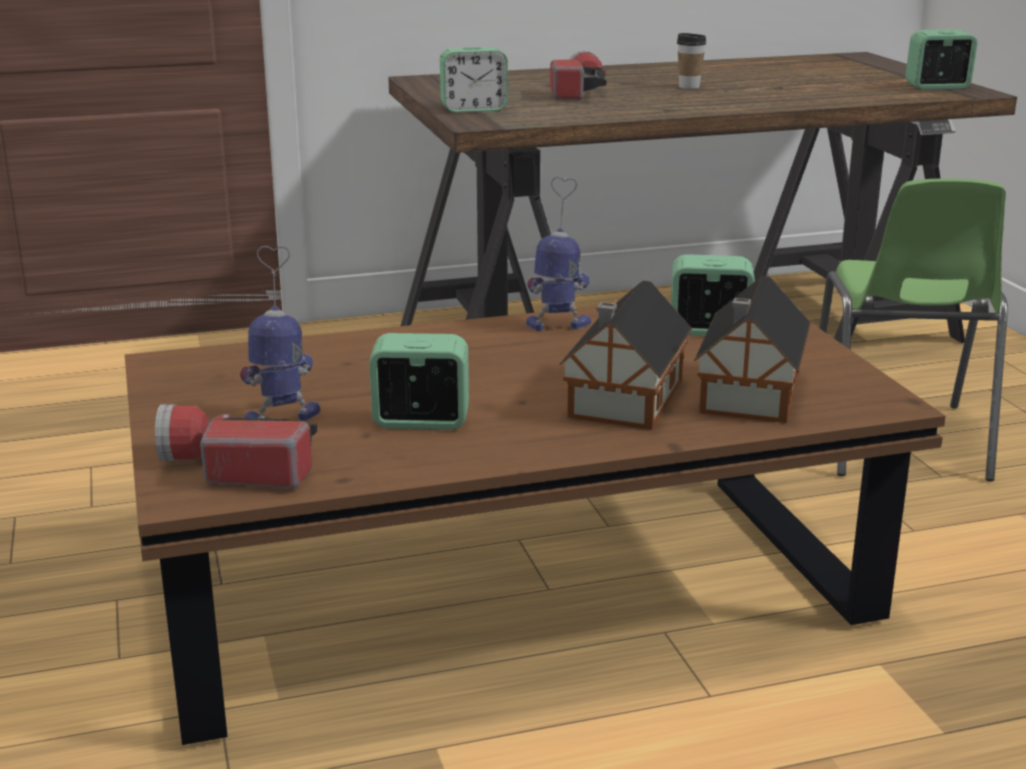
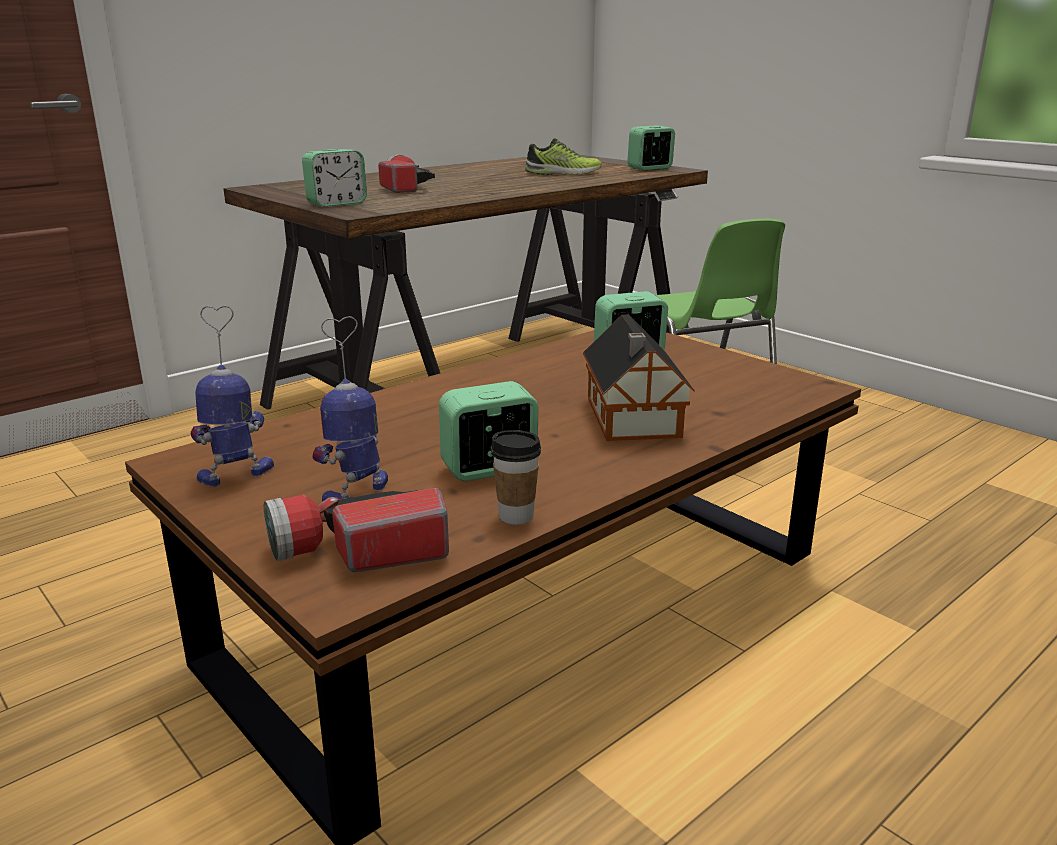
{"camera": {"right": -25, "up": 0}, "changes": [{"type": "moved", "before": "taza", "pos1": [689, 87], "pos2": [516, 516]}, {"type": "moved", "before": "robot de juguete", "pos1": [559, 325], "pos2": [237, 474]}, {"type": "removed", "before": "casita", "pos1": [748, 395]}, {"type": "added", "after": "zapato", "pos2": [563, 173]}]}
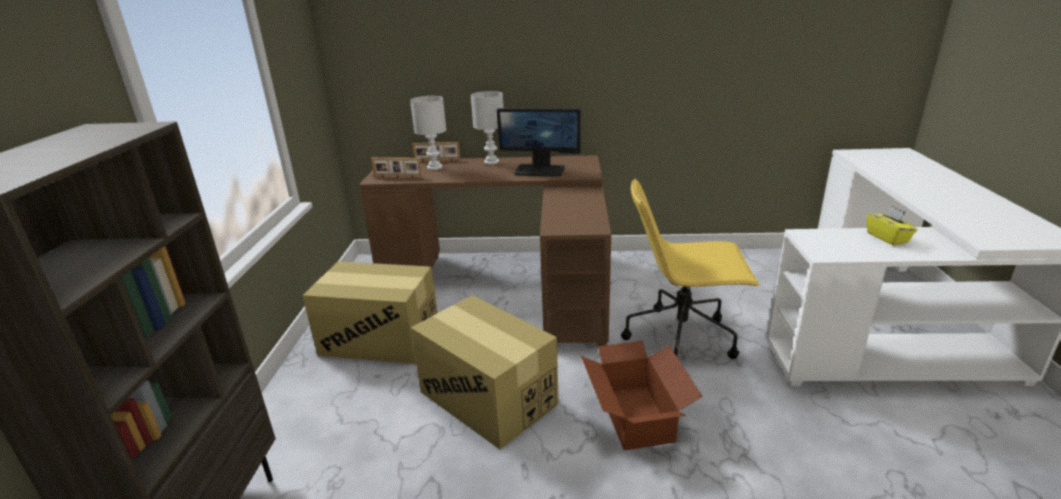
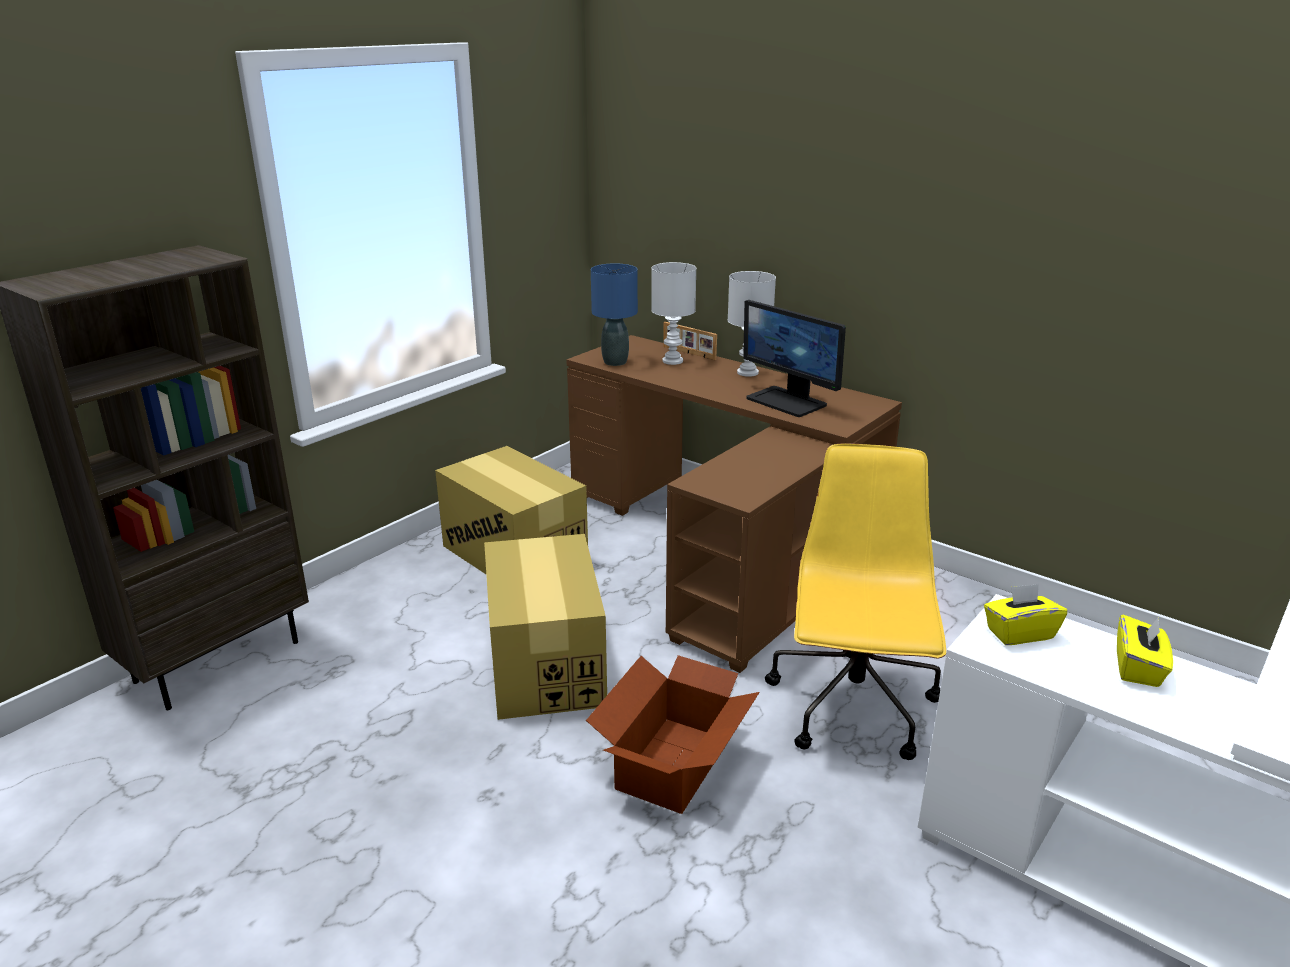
{"camera": {"right": 35, "up": 0}, "changes": [{"type": "replaced", "before": "portarretratos", "after": "lámpara de mesa/azul", "pos1": [397, 177], "pos2": [615, 362]}, {"type": "turned", "before": "silla de oficina/amarillo", "pos1": [682, 338], "pos2": [853, 709], "turn": 60}, {"type": "added", "after": "caja de pañuelos/amarillo", "pos2": [1019, 633]}]}
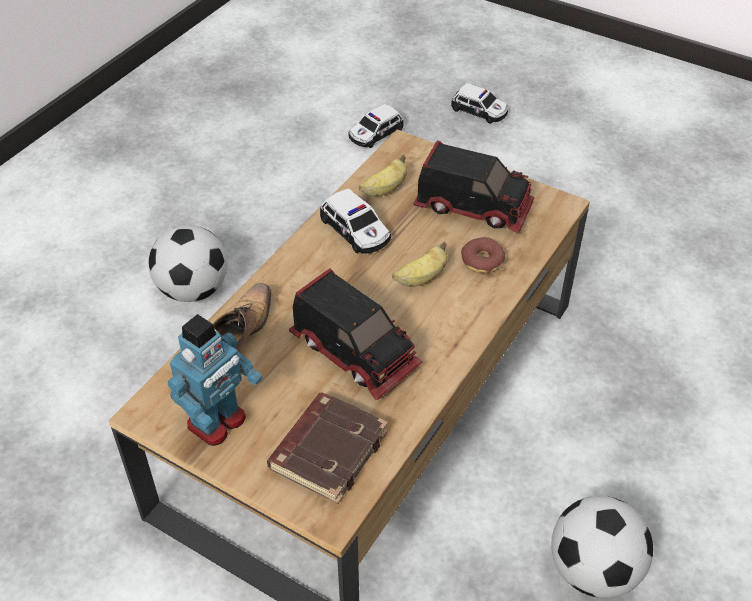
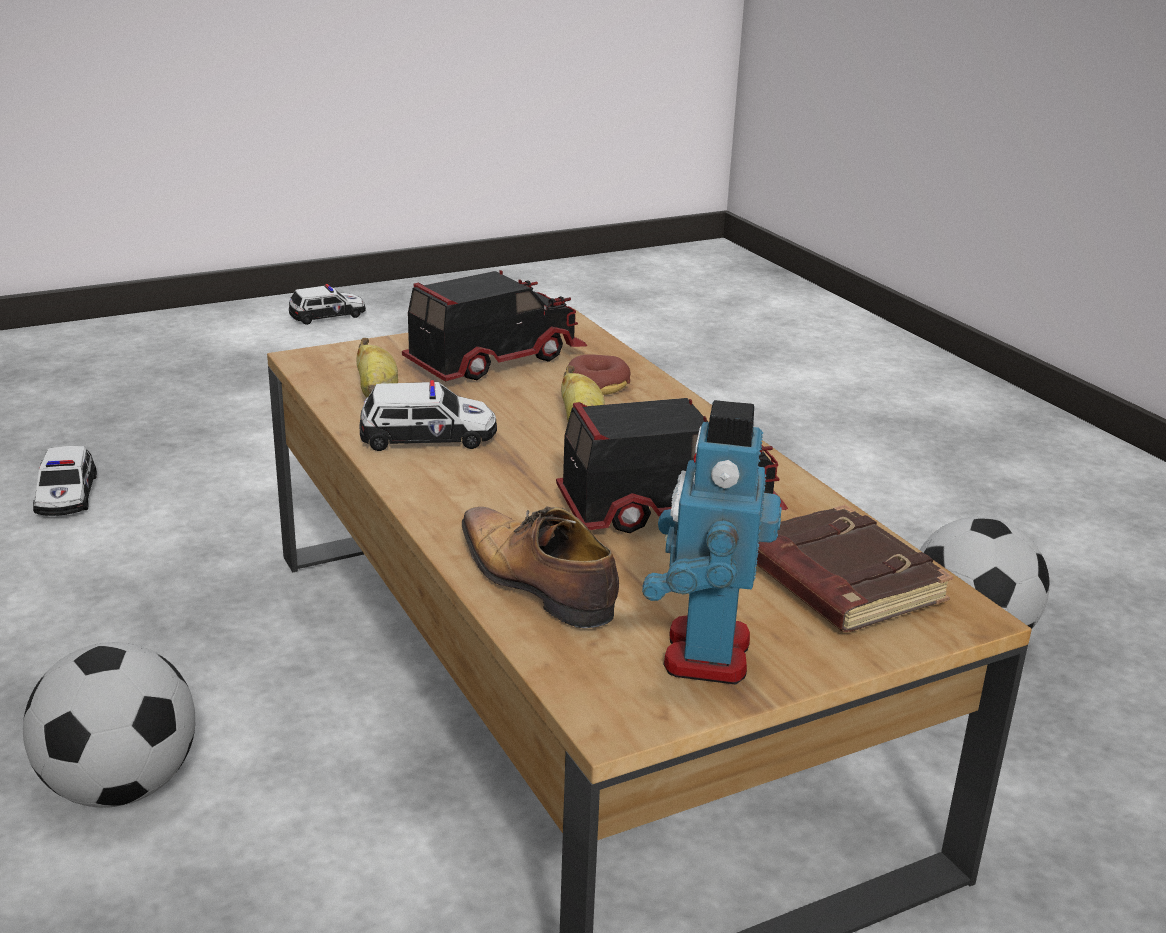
{"camera": {"right": -60, "up": -20}, "changes": [{"type": "moved", "before": "coche de juguete", "pos1": [479, 110], "pos2": [328, 315]}, {"type": "turned", "before": "robot de juguete", "pos1": [218, 422], "pos2": [704, 654], "turn": -150}]}
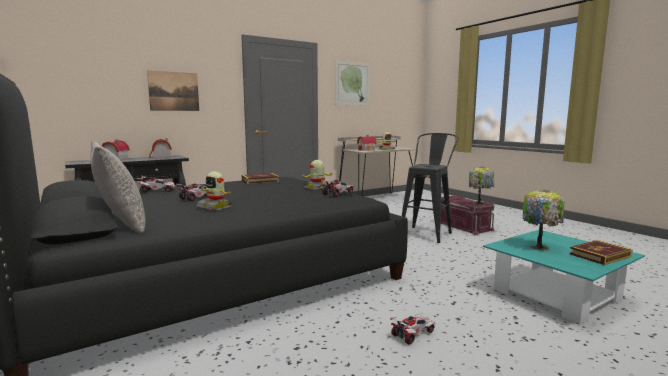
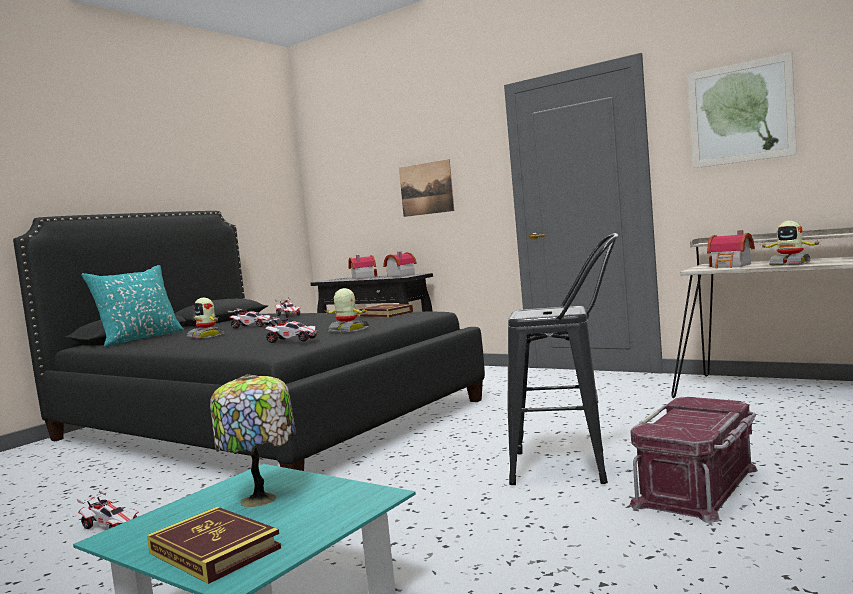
{"camera": {"right": 70, "up": -5}, "changes": [{"type": "recoloured", "before": "cojín/gris", "after": "cojín/turquesa", "pos1": [121, 224], "pos2": [139, 339]}, {"type": "removed", "before": "lámpara de mesa", "pos1": [479, 204]}, {"type": "turned", "before": "robot de juguete", "pos1": [215, 207], "pos2": [206, 336], "turn": -60}]}
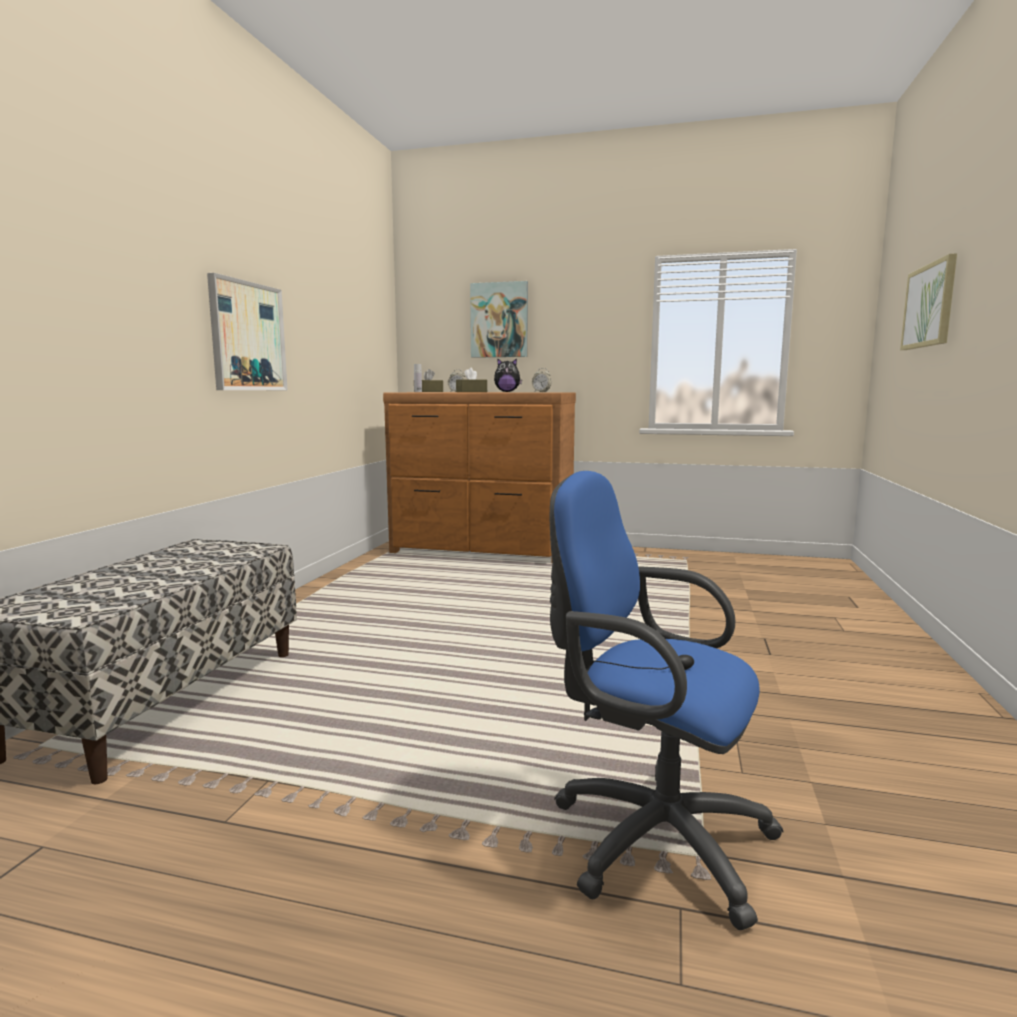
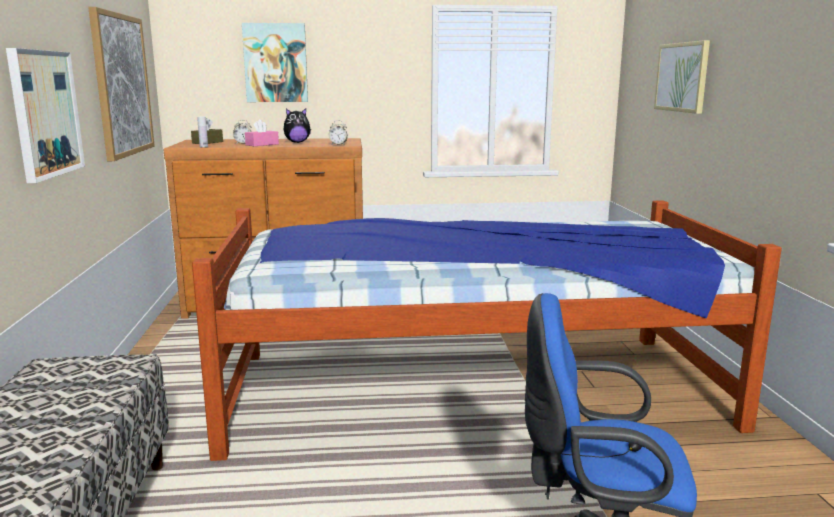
{"camera": {"right": -20, "up": 5}, "changes": [{"type": "recoloured", "before": "caja de pañuelos/marrón", "after": "caja de pañuelos/rosa", "pos1": [471, 392], "pos2": [262, 144]}, {"type": "added", "after": "cuadro", "pos2": [122, 85]}, {"type": "added", "after": "cama", "pos2": [470, 388]}]}
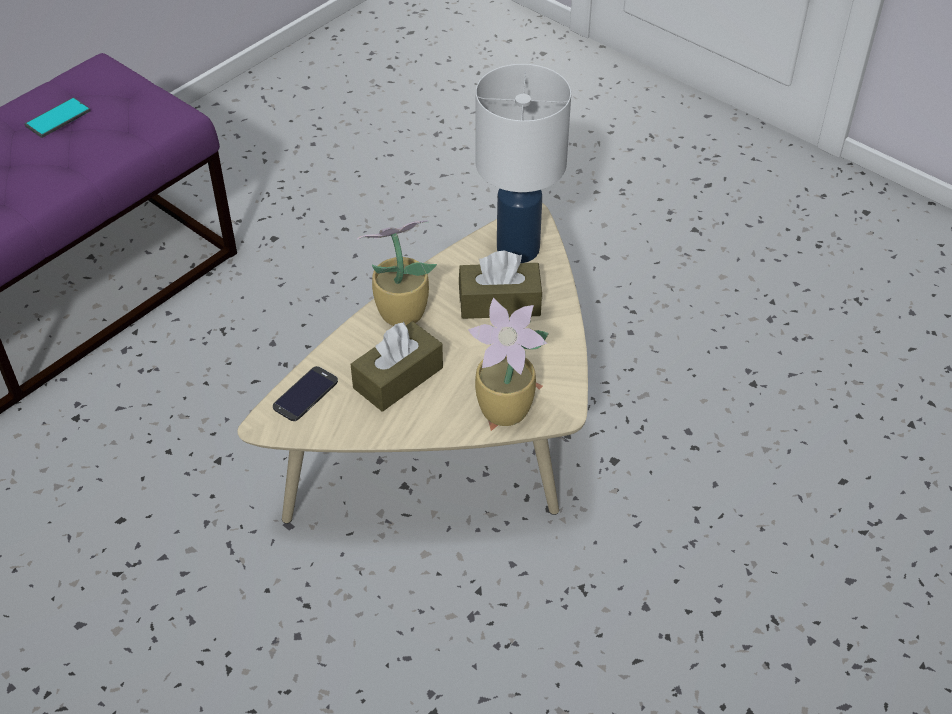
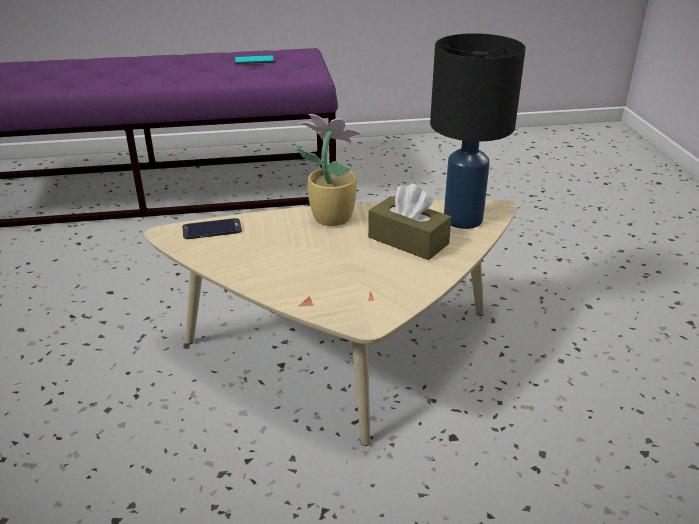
{"camera": {"right": 40, "up": -15}, "changes": [{"type": "recoloured", "before": "lámpara de mesa/blanco", "after": "lámpara de mesa/negro", "pos1": [517, 248], "pos2": [462, 218]}, {"type": "removed", "before": "planta en maceta", "pos1": [507, 411]}, {"type": "removed", "before": "caja de pañuelos/marrón", "pos1": [398, 378]}]}
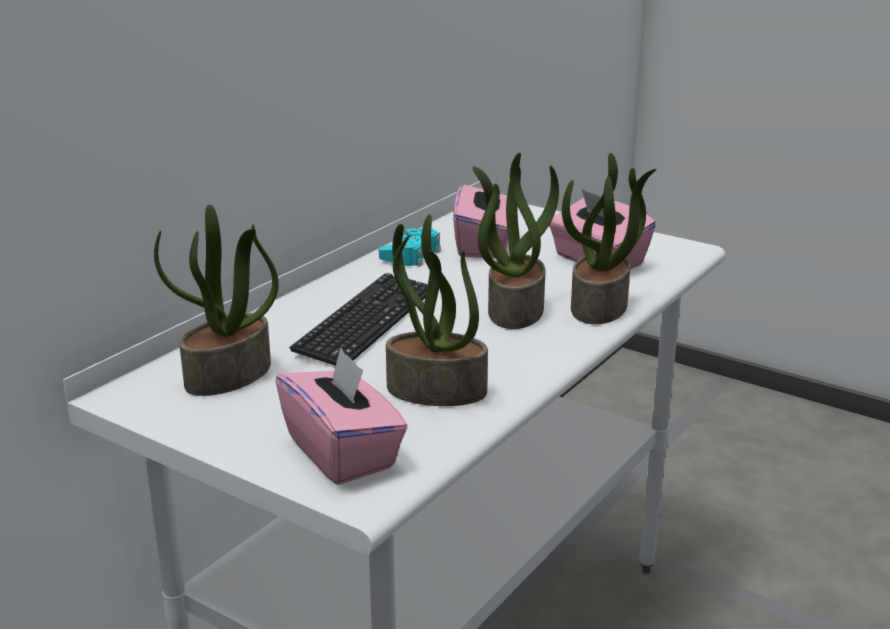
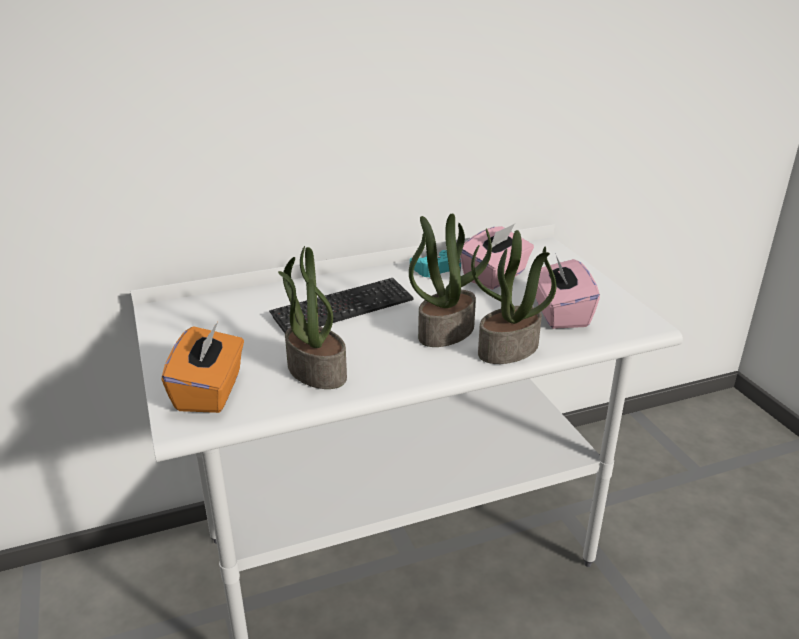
{"camera": {"right": 35, "up": 5}, "changes": [{"type": "removed", "before": "planta en maceta", "pos1": [228, 376]}, {"type": "recoloured", "before": "caja de pañuelos/rosa", "after": "caja de pañuelos/naranja", "pos1": [343, 453], "pos2": [210, 391]}]}
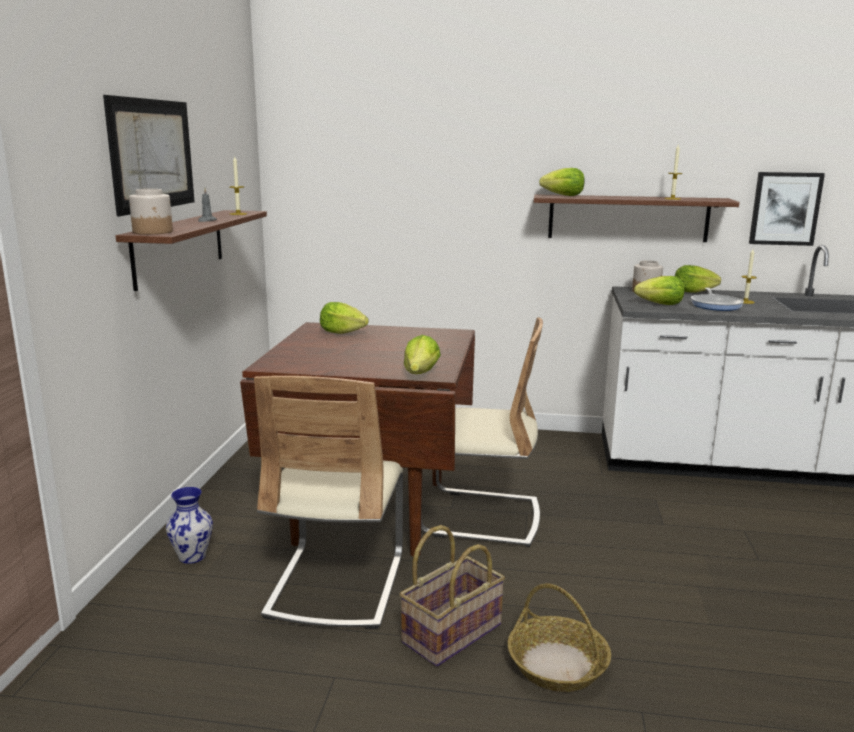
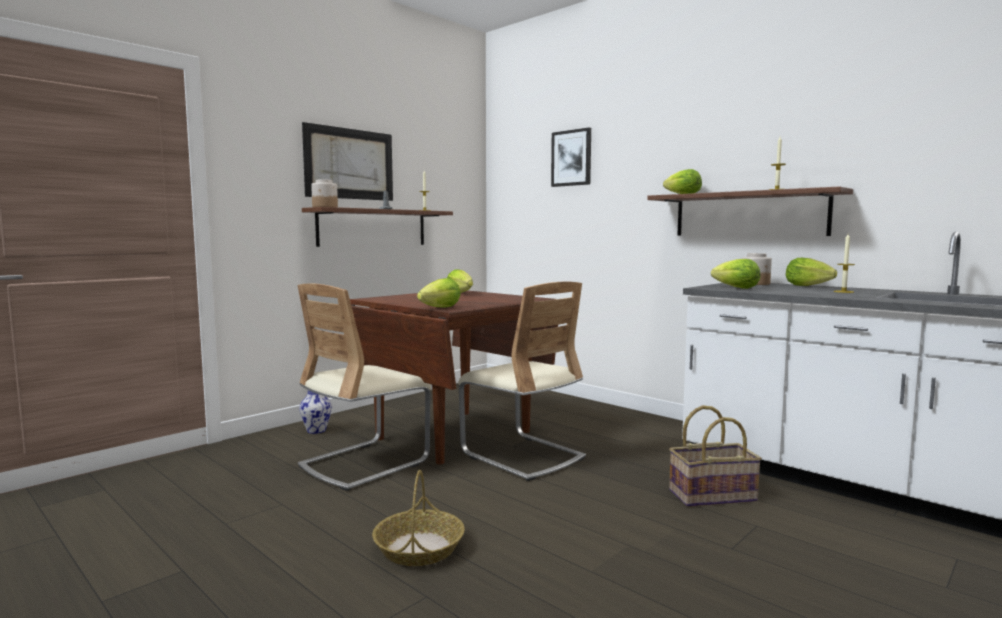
{"camera": {"right": 35, "up": -10}, "changes": [{"type": "moved", "before": "cuadro", "pos1": [785, 208], "pos2": [571, 158]}, {"type": "removed", "before": "sartén", "pos1": [716, 305]}, {"type": "moved", "before": "cesta", "pos1": [451, 632], "pos2": [712, 495]}]}
